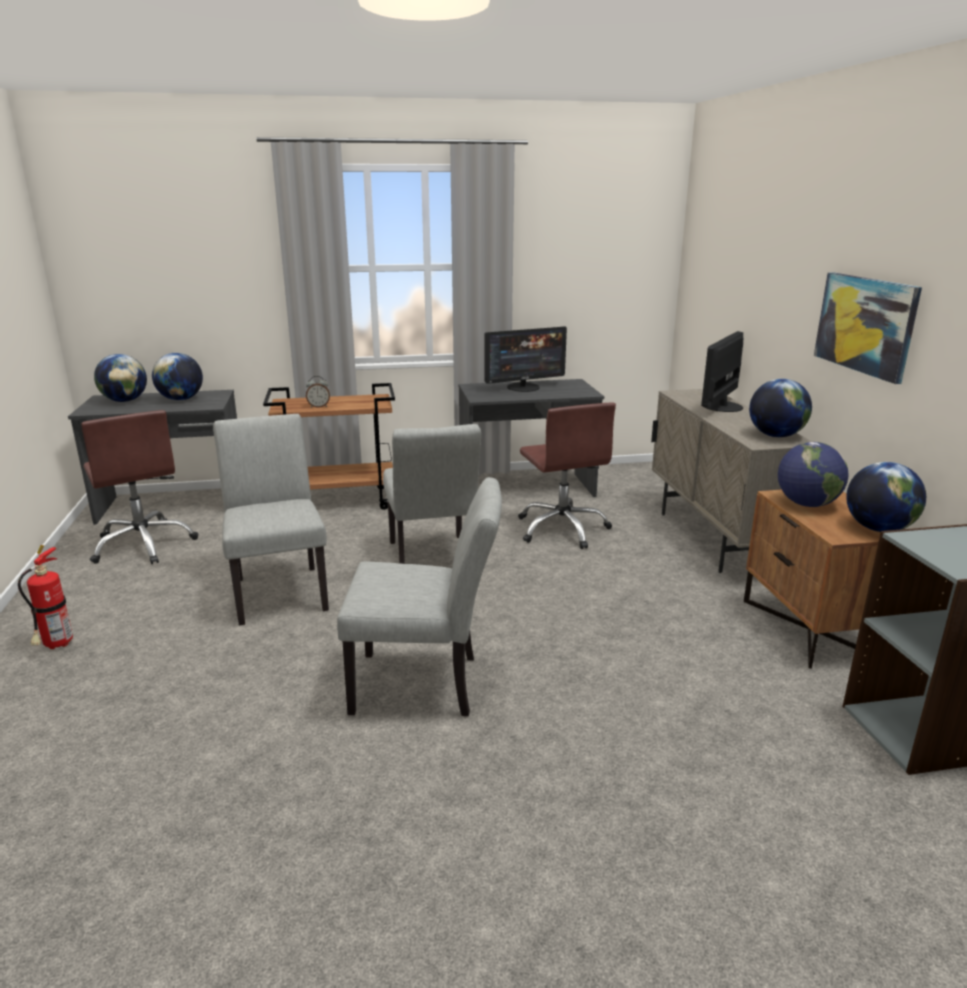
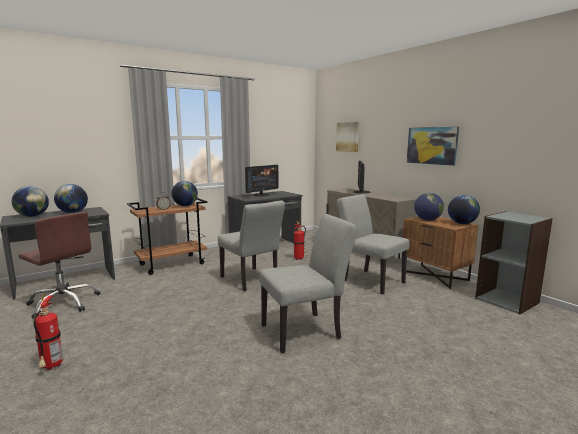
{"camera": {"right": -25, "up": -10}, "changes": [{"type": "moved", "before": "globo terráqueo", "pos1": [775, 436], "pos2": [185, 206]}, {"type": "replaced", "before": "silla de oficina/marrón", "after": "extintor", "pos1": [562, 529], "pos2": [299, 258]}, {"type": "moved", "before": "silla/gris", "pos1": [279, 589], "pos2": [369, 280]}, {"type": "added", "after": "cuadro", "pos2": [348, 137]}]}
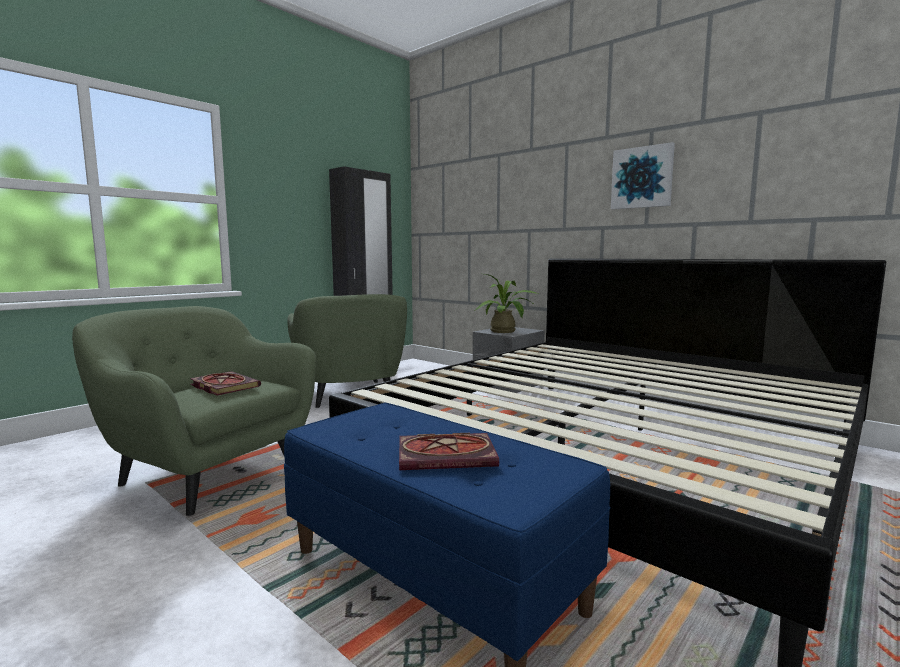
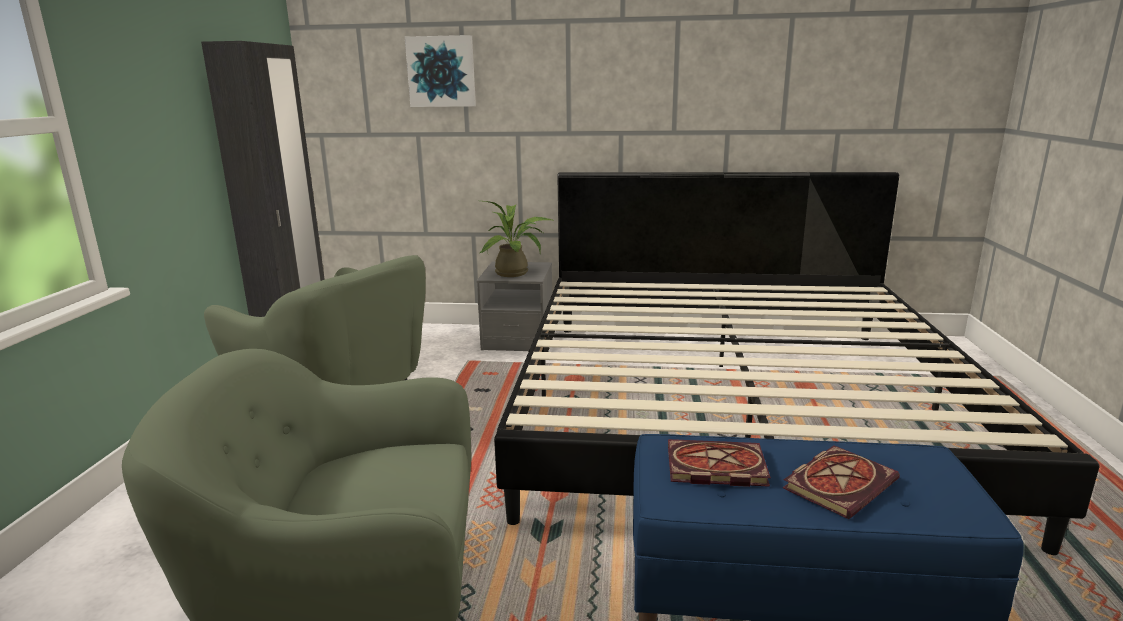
{"camera": {"right": -35, "up": 10}, "changes": [{"type": "moved", "before": "cuadro", "pos1": [642, 177], "pos2": [441, 71]}, {"type": "moved", "before": "libro", "pos1": [223, 386], "pos2": [713, 467]}]}
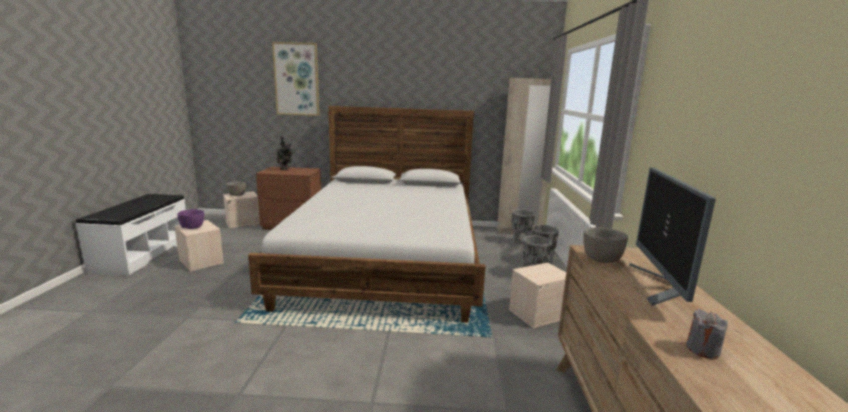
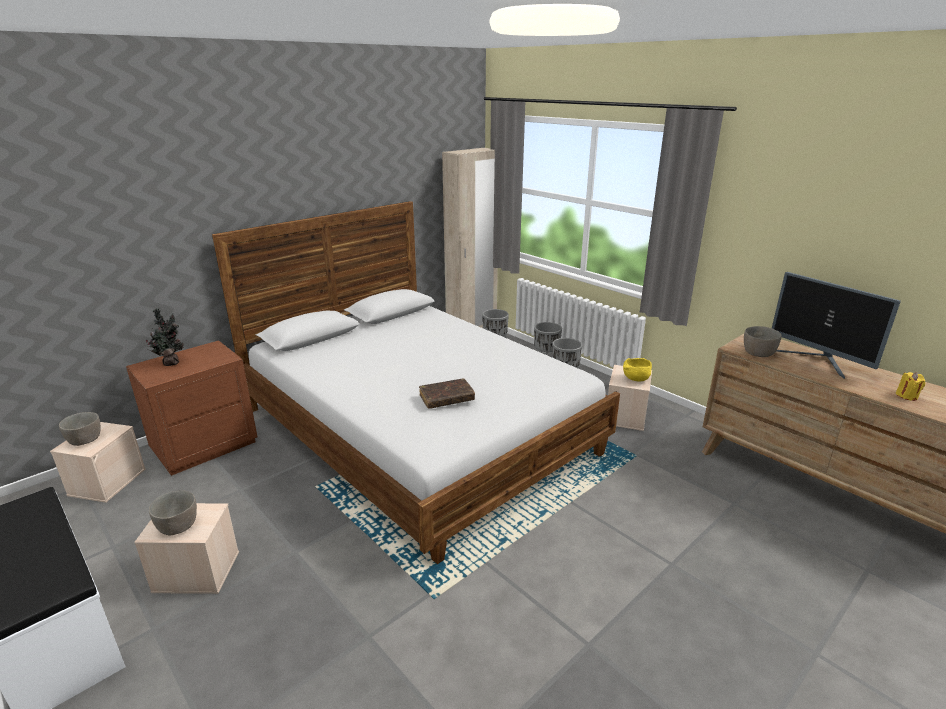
{"camera": {"right": -45, "up": 10}, "changes": [{"type": "removed", "before": "cuadro", "pos1": [296, 79]}, {"type": "recoloured", "before": "cuenco/morado", "after": "cuenco/gris", "pos1": [192, 227], "pos2": [179, 526]}, {"type": "recoloured", "before": "vela/gris", "after": "vela/amarillo", "pos1": [702, 350], "pos2": [907, 396]}, {"type": "added", "after": "cuenco/amarillo", "pos2": [635, 379]}, {"type": "added", "after": "libro/marrón", "pos2": [446, 399]}]}
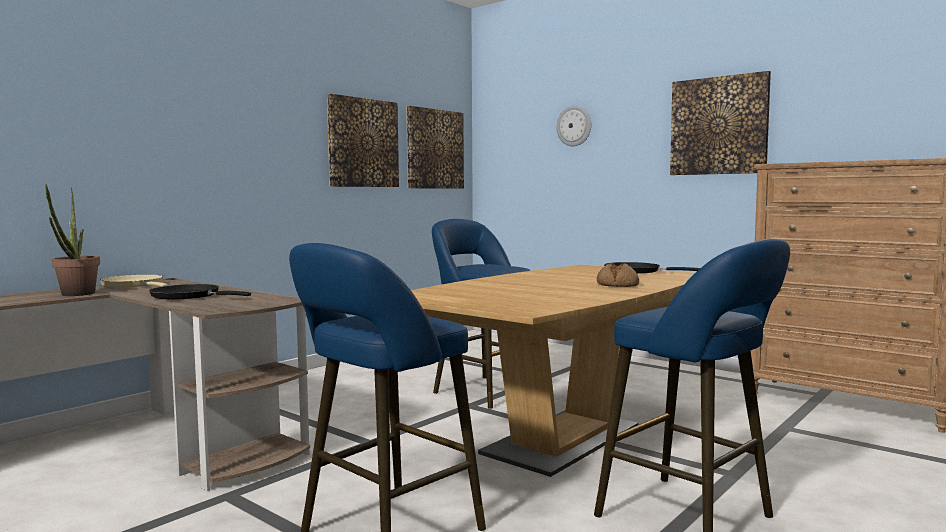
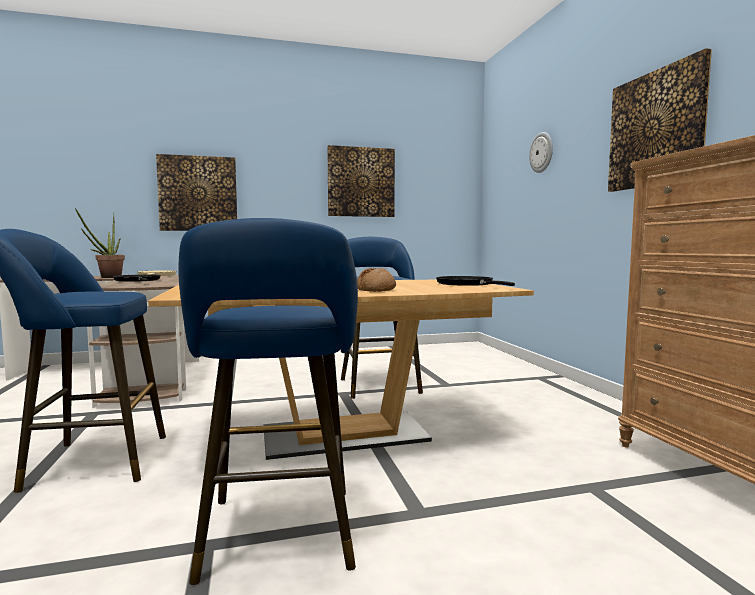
{"camera": {"right": 35, "up": 0}, "changes": [{"type": "moved", "before": "cuadro", "pos1": [434, 149], "pos2": [198, 194]}]}
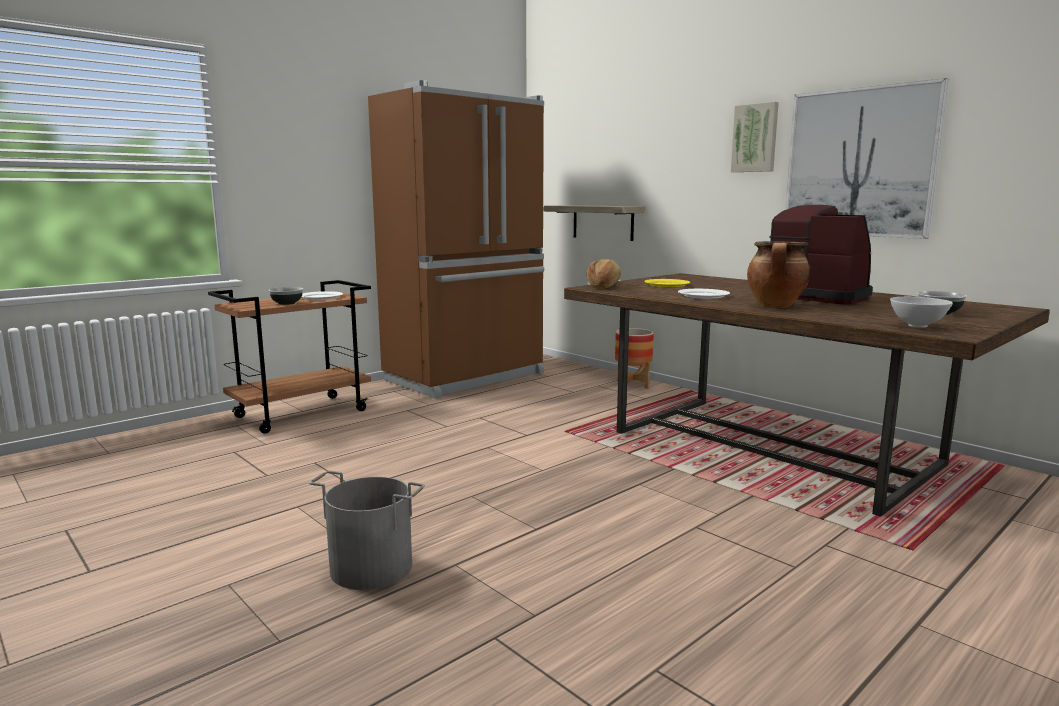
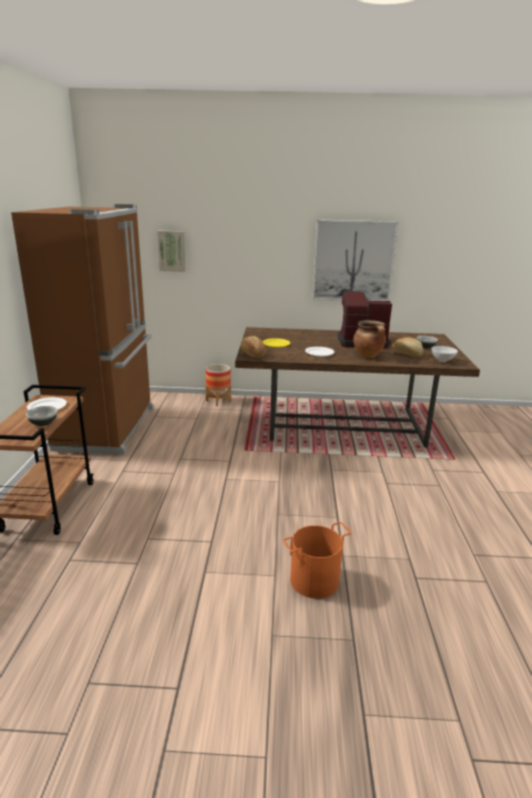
{"camera": {"right": -45, "up": 10}, "changes": [{"type": "moved", "before": "cuadro", "pos1": [755, 138], "pos2": [172, 251]}, {"type": "removed", "before": "estante", "pos1": [603, 222]}, {"type": "recoloured", "before": "cubo/gris", "after": "cubo/naranja", "pos1": [372, 566], "pos2": [314, 579]}, {"type": "added", "after": "pan", "pos2": [406, 354]}]}
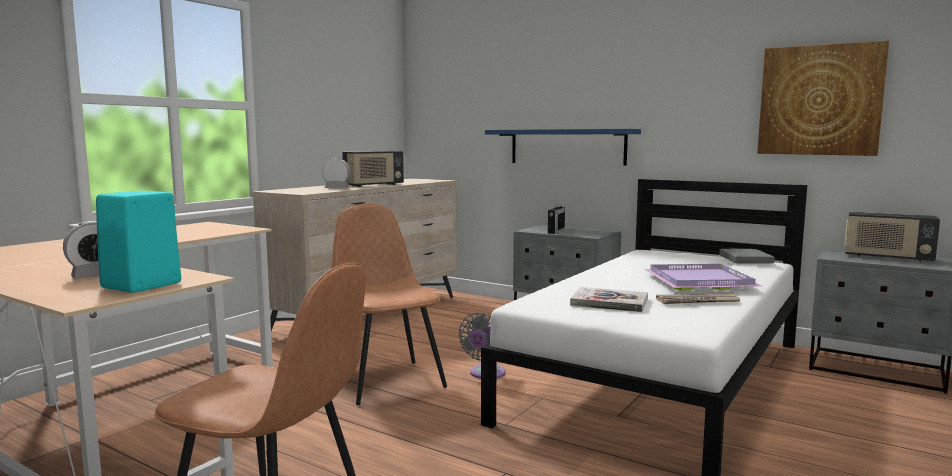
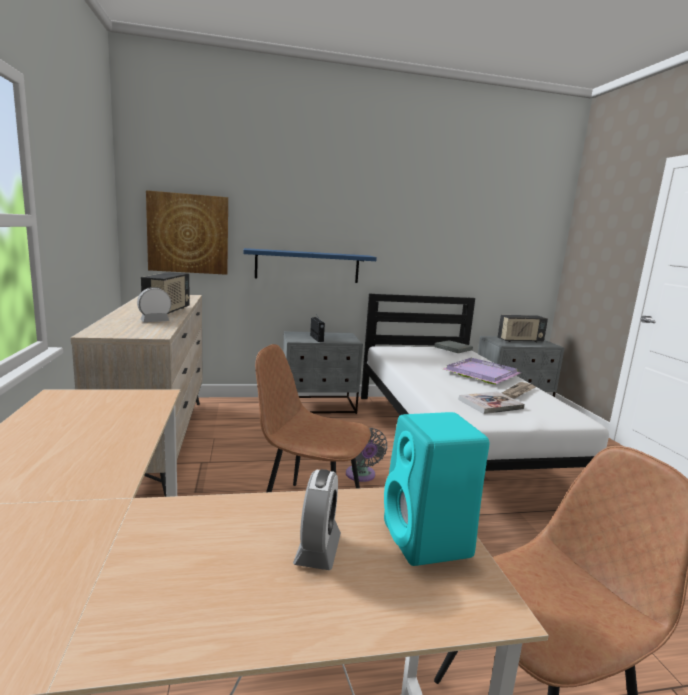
{"camera": {"right": -45, "up": 5}, "changes": [{"type": "moved", "before": "cuadro", "pos1": [820, 100], "pos2": [188, 233]}]}
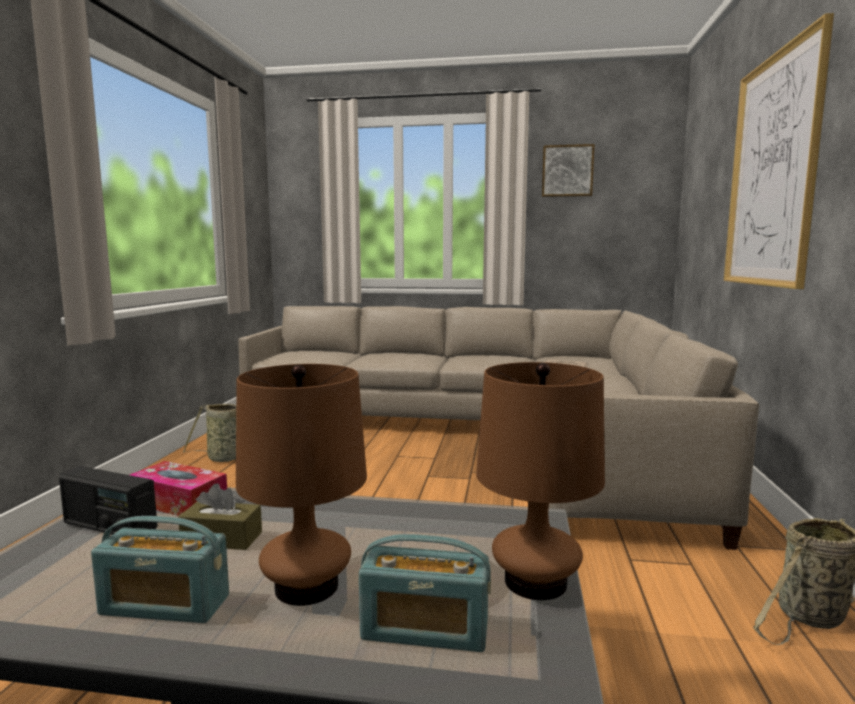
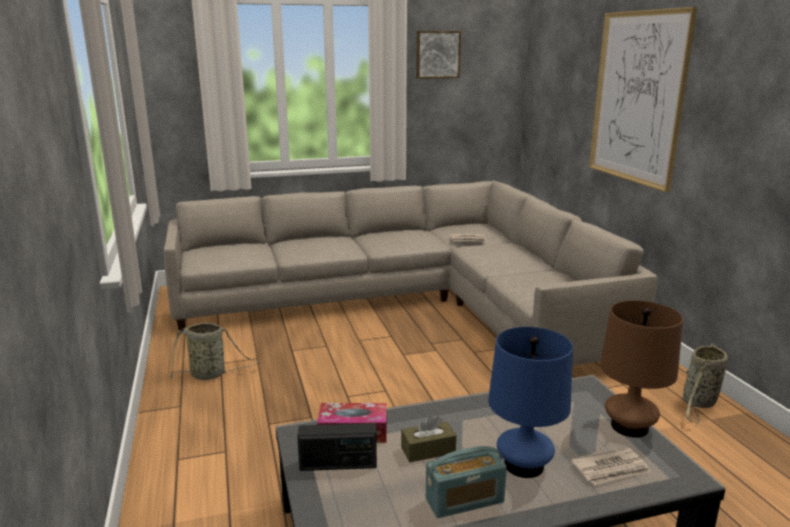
{"camera": {"right": -25, "up": 10}, "changes": [{"type": "recoloured", "before": "lámpara de mesa/marrón", "after": "lámpara de mesa/azul", "pos1": [306, 586], "pos2": [523, 465]}, {"type": "replaced", "before": "radio", "after": "periódico", "pos1": [425, 630], "pos2": [611, 469]}]}
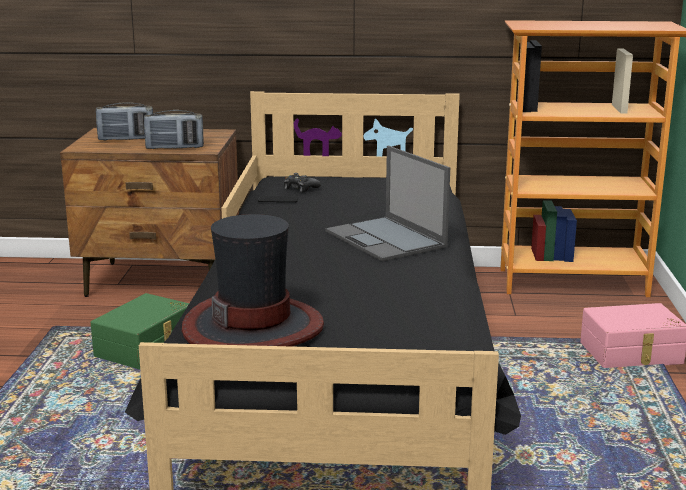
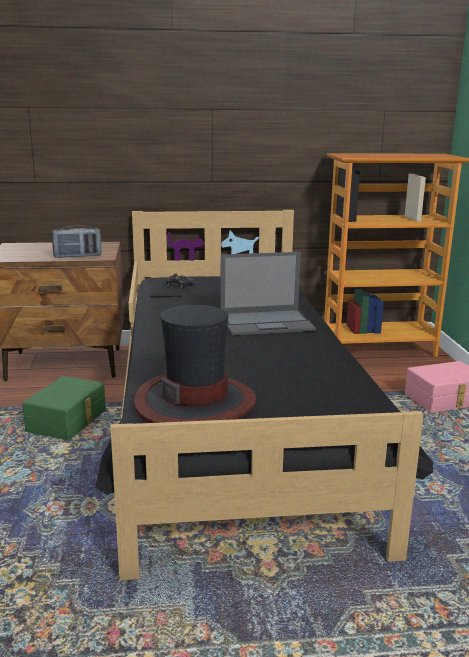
{"camera": {"right": -10, "up": 0}, "changes": [{"type": "removed", "before": "radio", "pos1": [126, 139]}, {"type": "turned", "before": "portátil", "pos1": [386, 239], "pos2": [267, 322], "turn": -60}]}
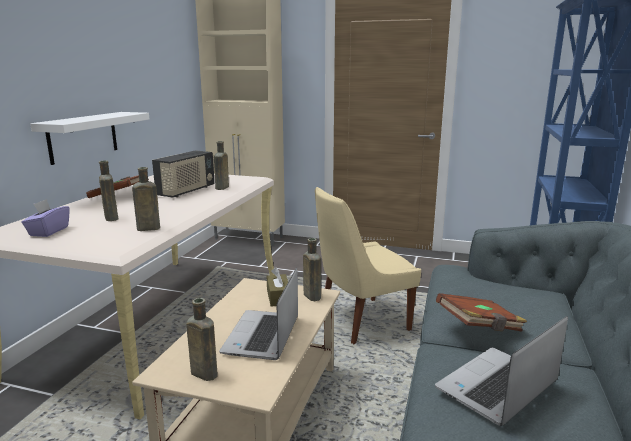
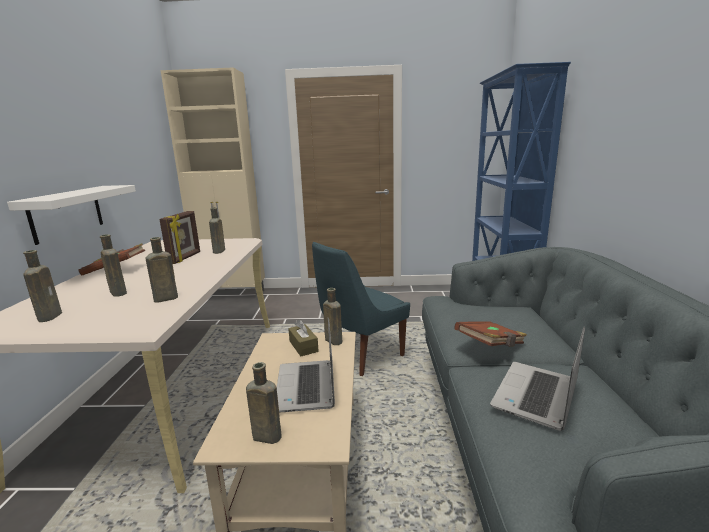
{"camera": {"right": -15, "up": 0}, "changes": [{"type": "replaced", "before": "radio", "after": "portarretratos", "pos1": [186, 191], "pos2": [185, 258]}, {"type": "recoloured", "before": "silla/beis", "after": "silla/azul", "pos1": [360, 321], "pos2": [359, 354]}, {"type": "replaced", "before": "caja de pañuelos/morado", "after": "botella/marrón", "pos1": [48, 231], "pos2": [51, 316]}]}
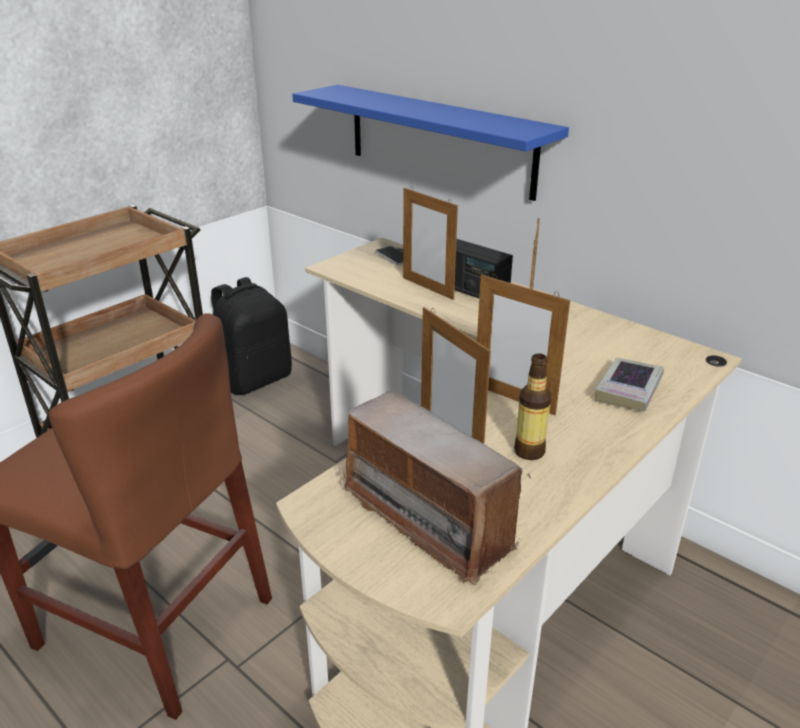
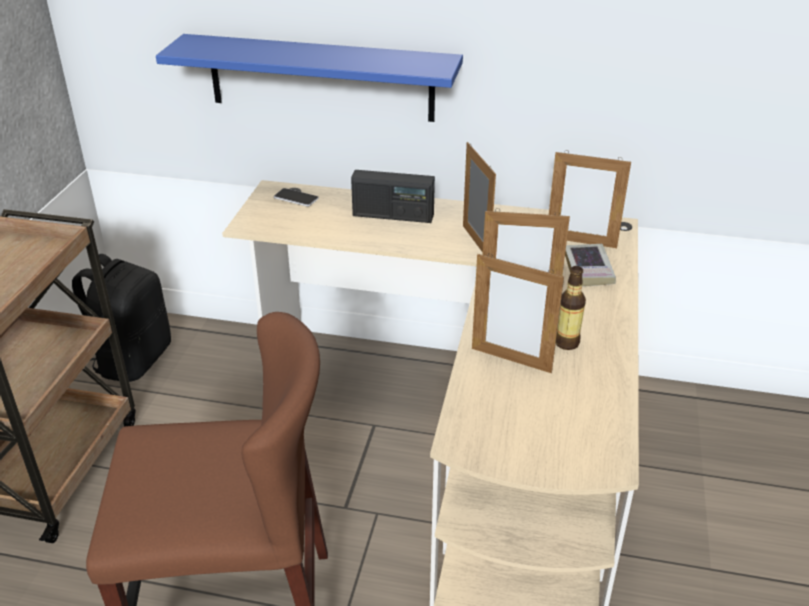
{"camera": {"right": -30, "up": 5}, "changes": [{"type": "moved", "before": "portarretratos", "pos1": [428, 288], "pos2": [581, 242]}, {"type": "removed", "before": "radio", "pos1": [428, 519]}]}
